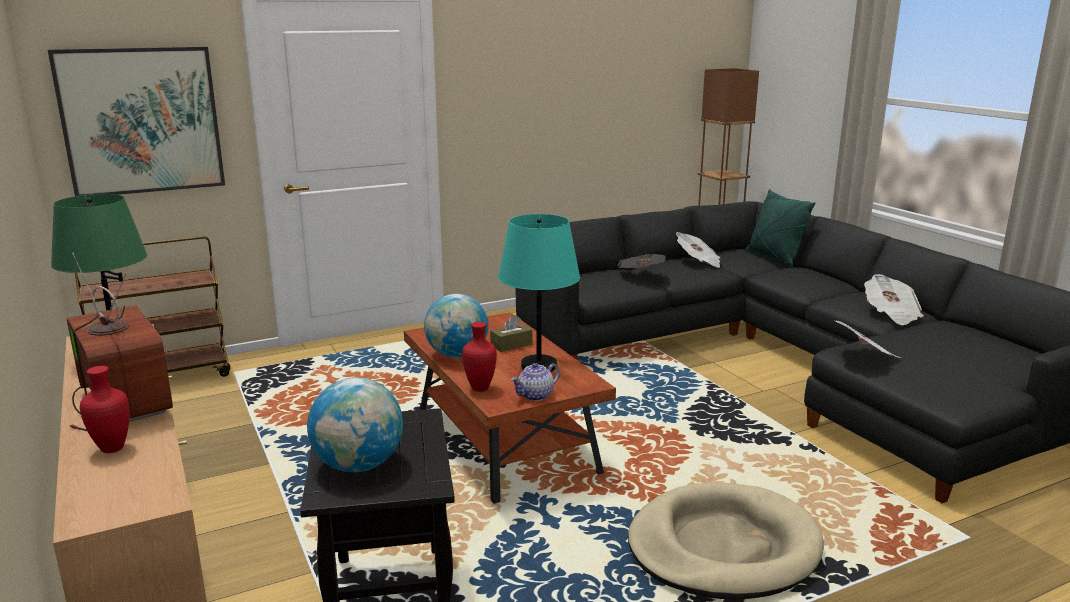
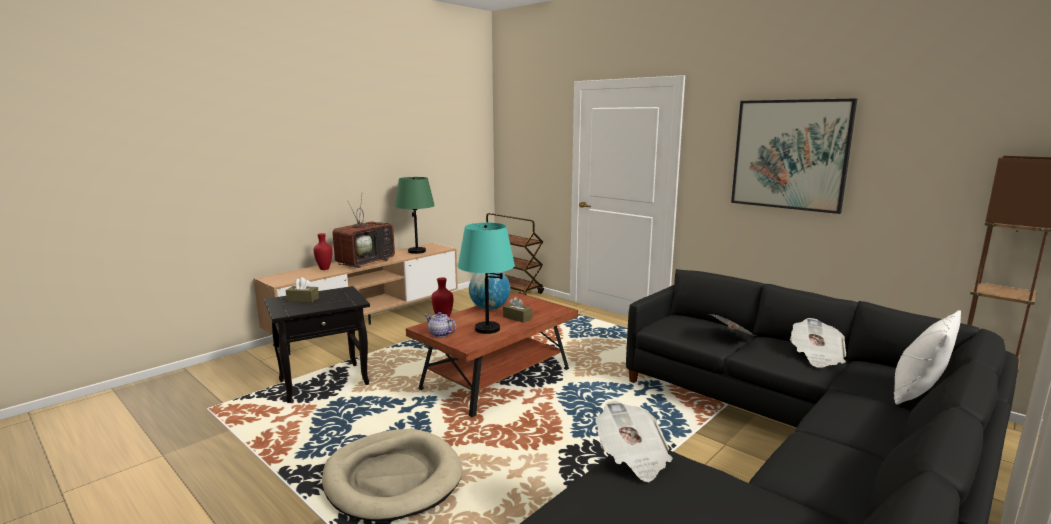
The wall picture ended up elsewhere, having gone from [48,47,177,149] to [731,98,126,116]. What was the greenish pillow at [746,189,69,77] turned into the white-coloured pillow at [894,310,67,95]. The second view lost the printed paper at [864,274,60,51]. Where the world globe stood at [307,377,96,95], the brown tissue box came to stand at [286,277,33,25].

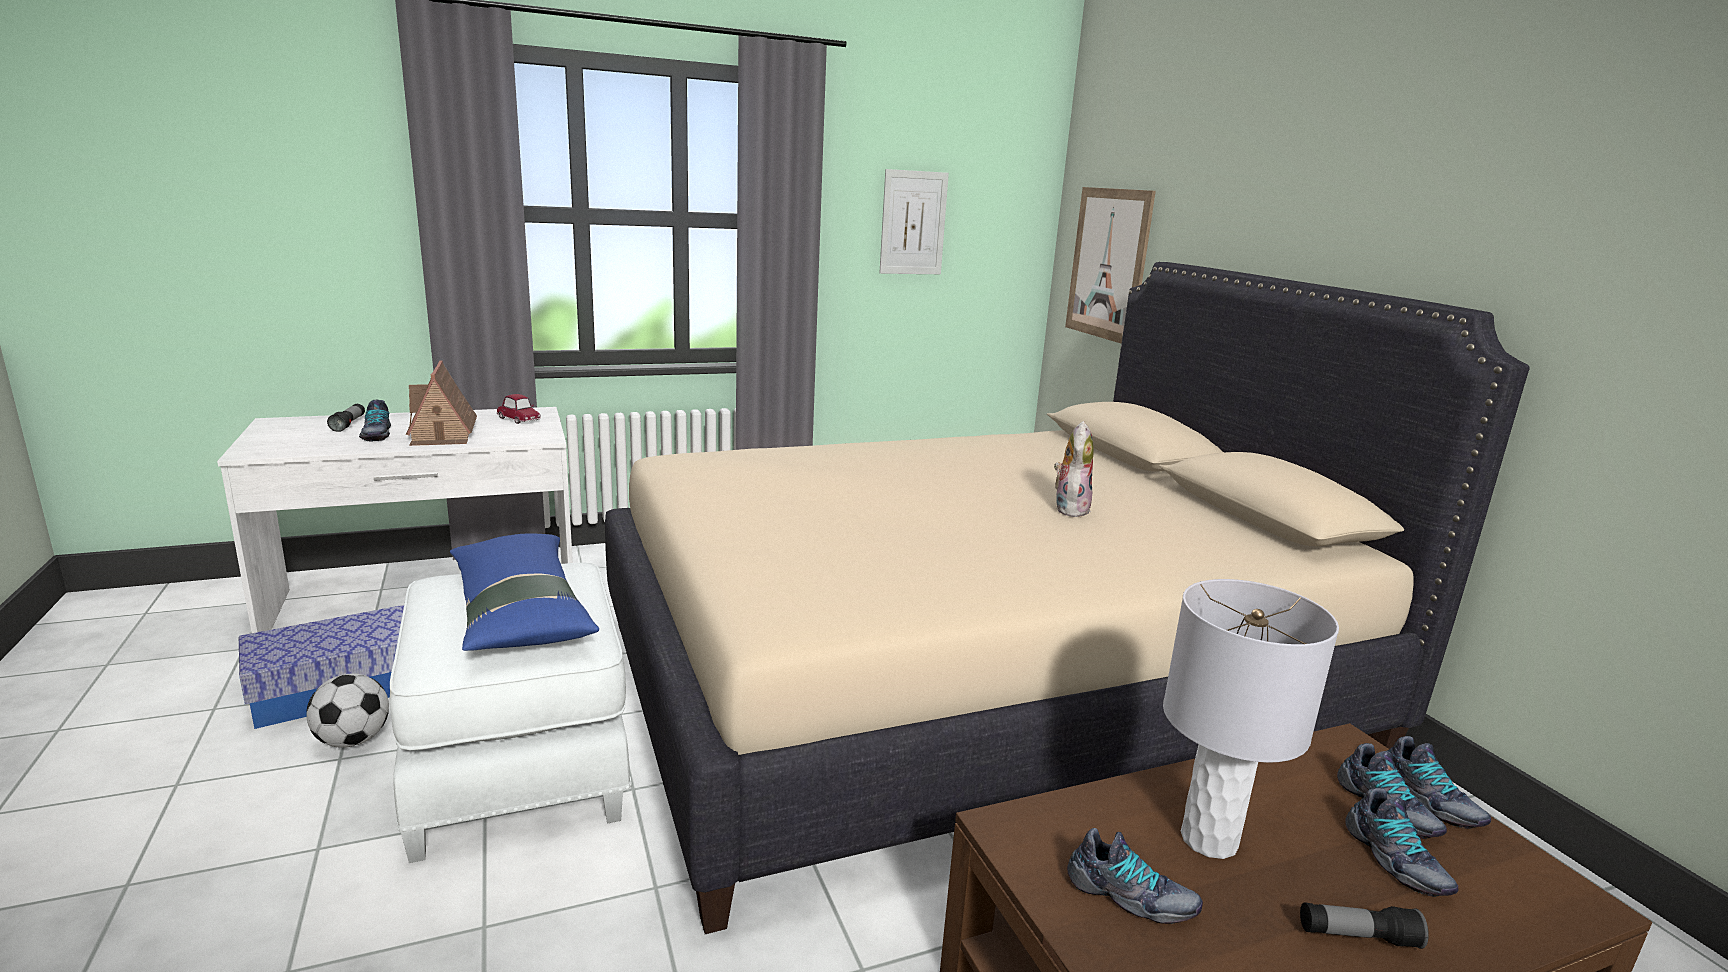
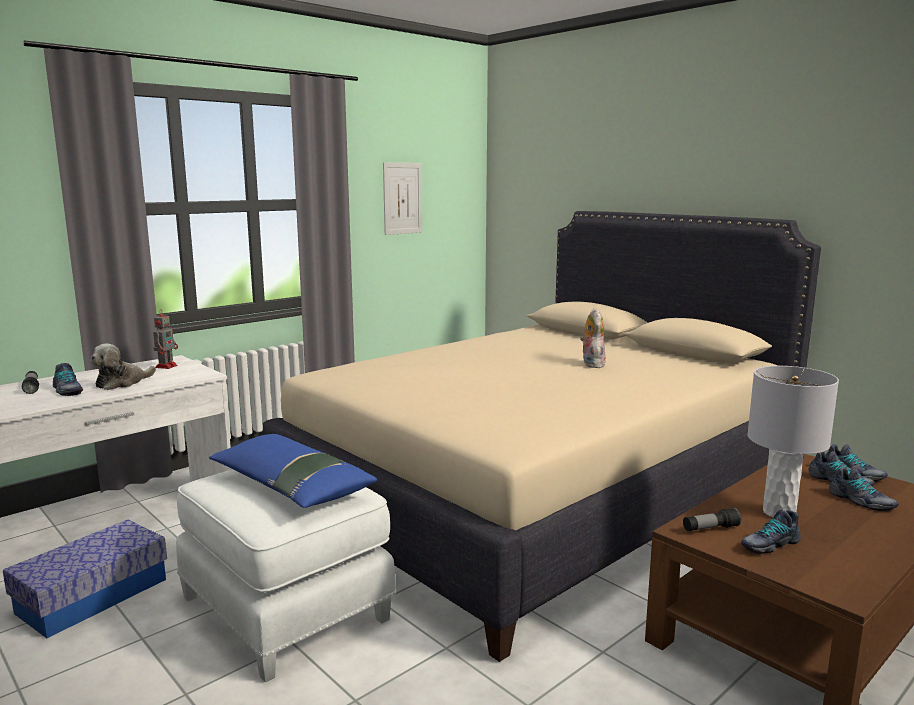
The second view lost the wall picture at [1065,187,91,157]. Where the model house stood at [406,361,71,85], the cuddly toy came to stand at [90,344,66,46]. Where the model car stood at [497,394,44,30], the toy robot came to stand at [153,309,25,60]. The second view lost the football ball at [306,673,83,75]. The item of footwear at [1067,828,136,96] ended up facing another way, 150 degrees clockwise from before. The torch ended up elsewhere, having gone from [1300,902,129,47] to [683,508,58,23].

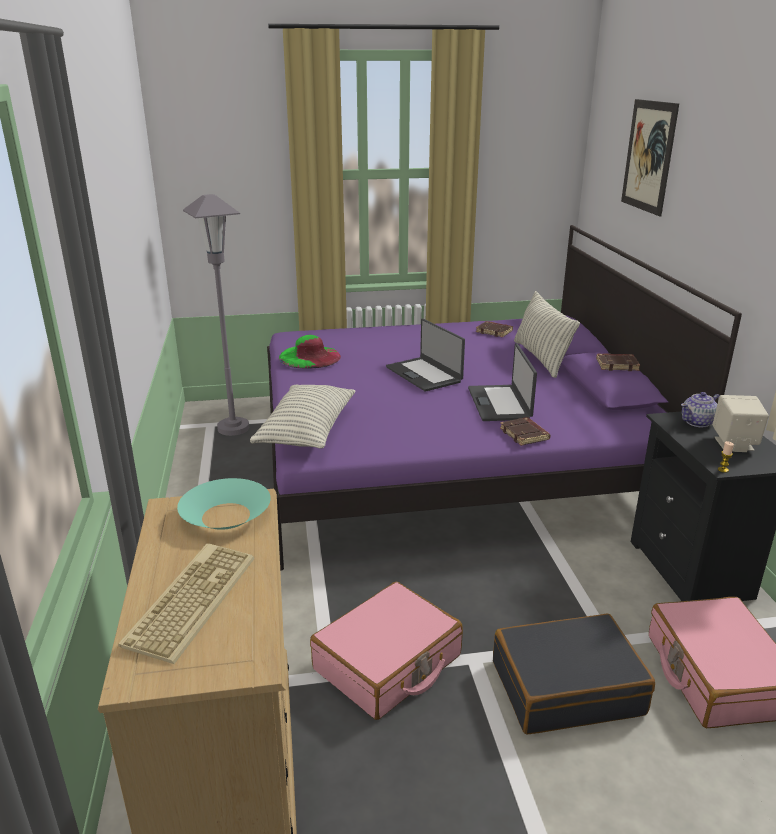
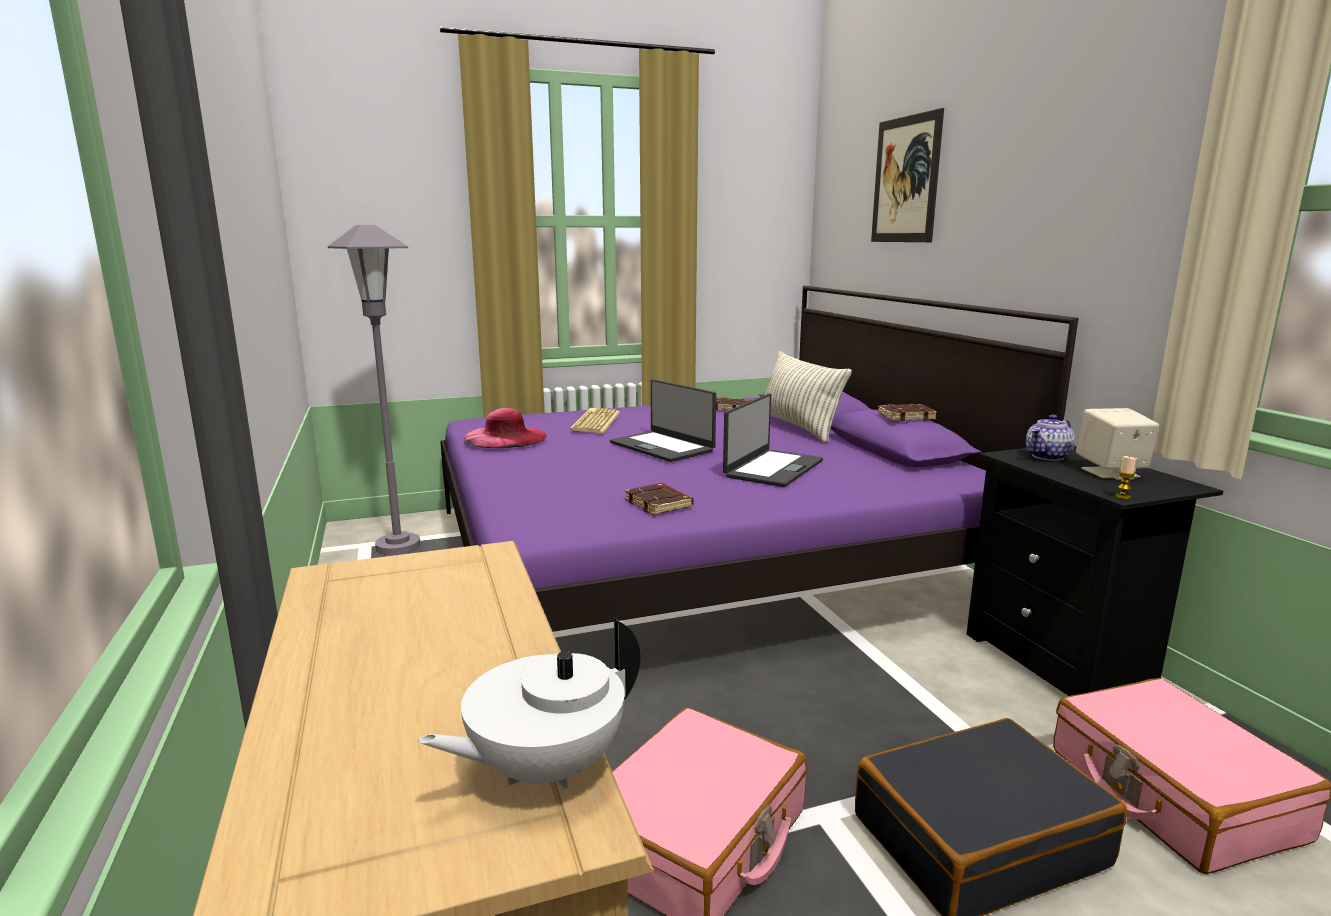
What was the greenish wearable hat at [279,335,62,34] turned into the pink-coloured wearable hat at [463,408,84,40]. The portable computer at [468,343,69,78] ended up facing another way, 135 degrees counterclockwise from before. The second view lost the pillow at [250,385,105,64]. The brown volume ended up elsewhere, having gone from [500,417,50,29] to [624,483,70,32]. The second view lost the blue-green bowl at [177,478,94,52]. The keyboard ended up elsewhere, having gone from [118,543,137,121] to [570,408,50,26]. The second view gained the white-coloured pot for tea at [418,619,222,170].

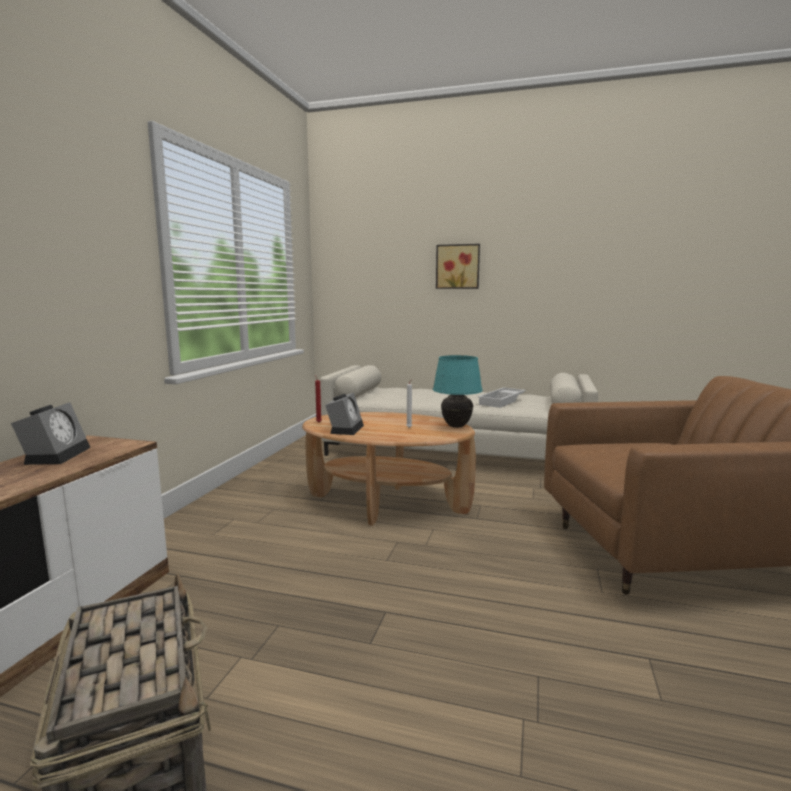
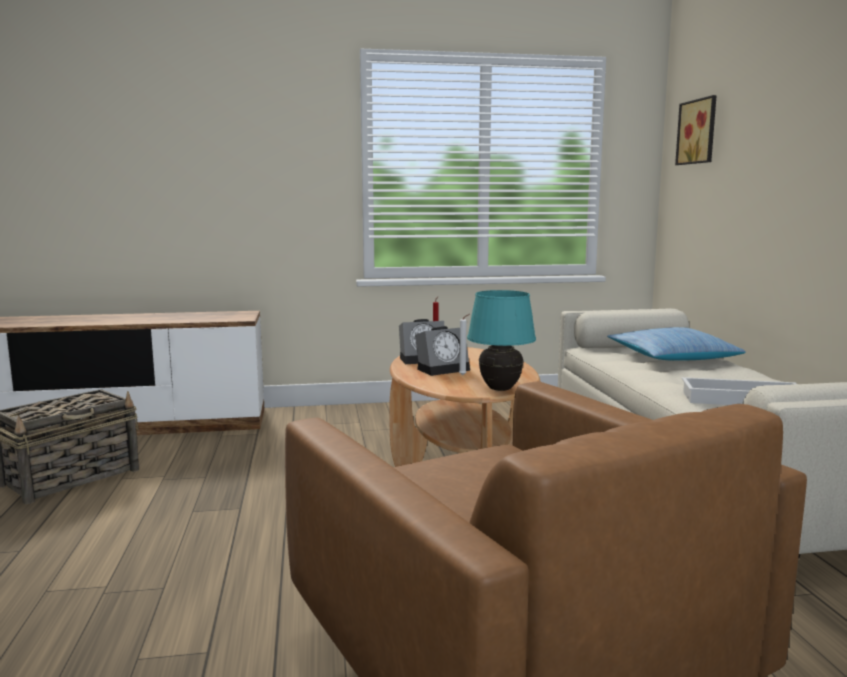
The wall picture ended up elsewhere, having gone from [436,244,44,45] to [675,95,42,70]. The alarm clock ended up elsewhere, having gone from [11,402,79,63] to [415,326,55,50]. The second view gained the pillow at [607,327,139,34].

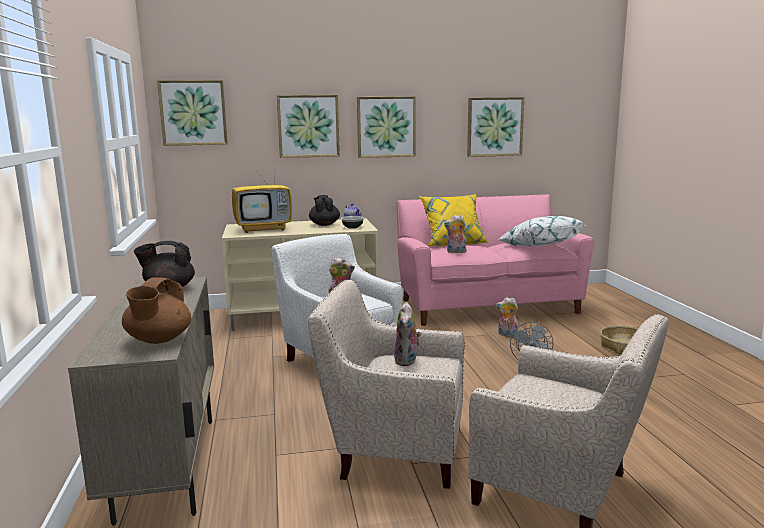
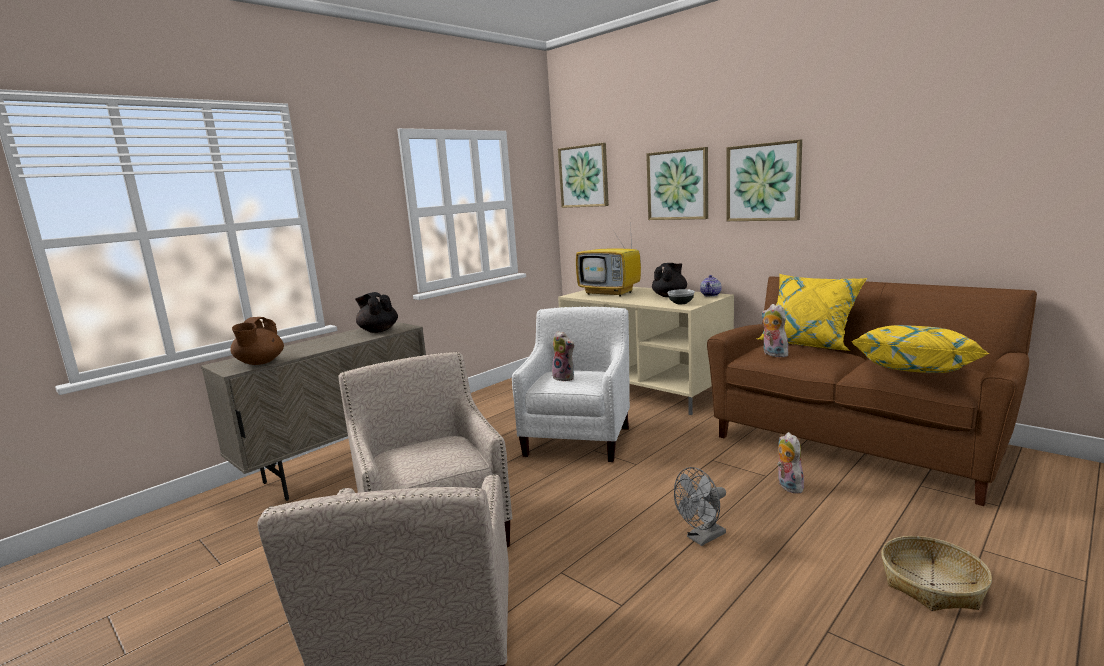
The second view lost the wall picture at [467,97,57,60]. What was the pink-coloured couch at [397,194,197,132] turned into the brown couch at [707,276,330,230]. What was the white-coloured pillow at [498,216,88,30] turned into the yellow pillow at [851,325,139,48]. The brown pot for tea at [122,277,69,67] ended up facing another way, 60 degrees counterclockwise from before. The second view lost the cuddly toy at [394,302,27,64].

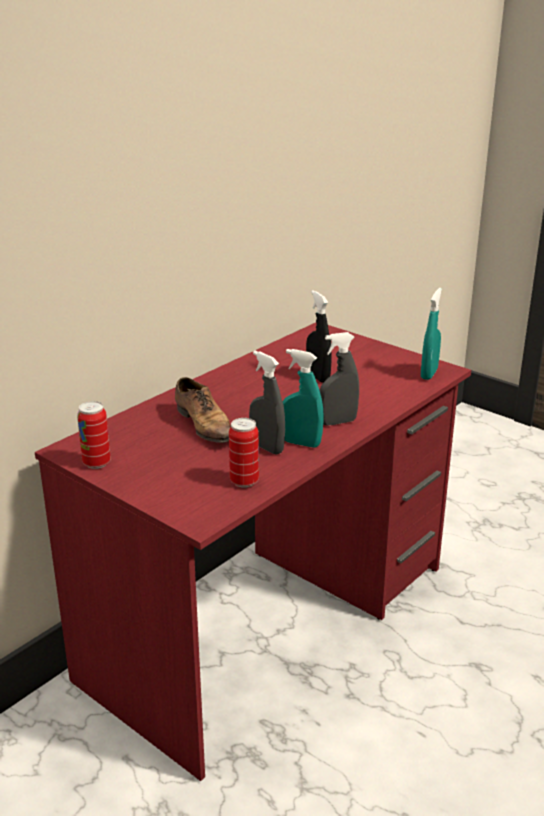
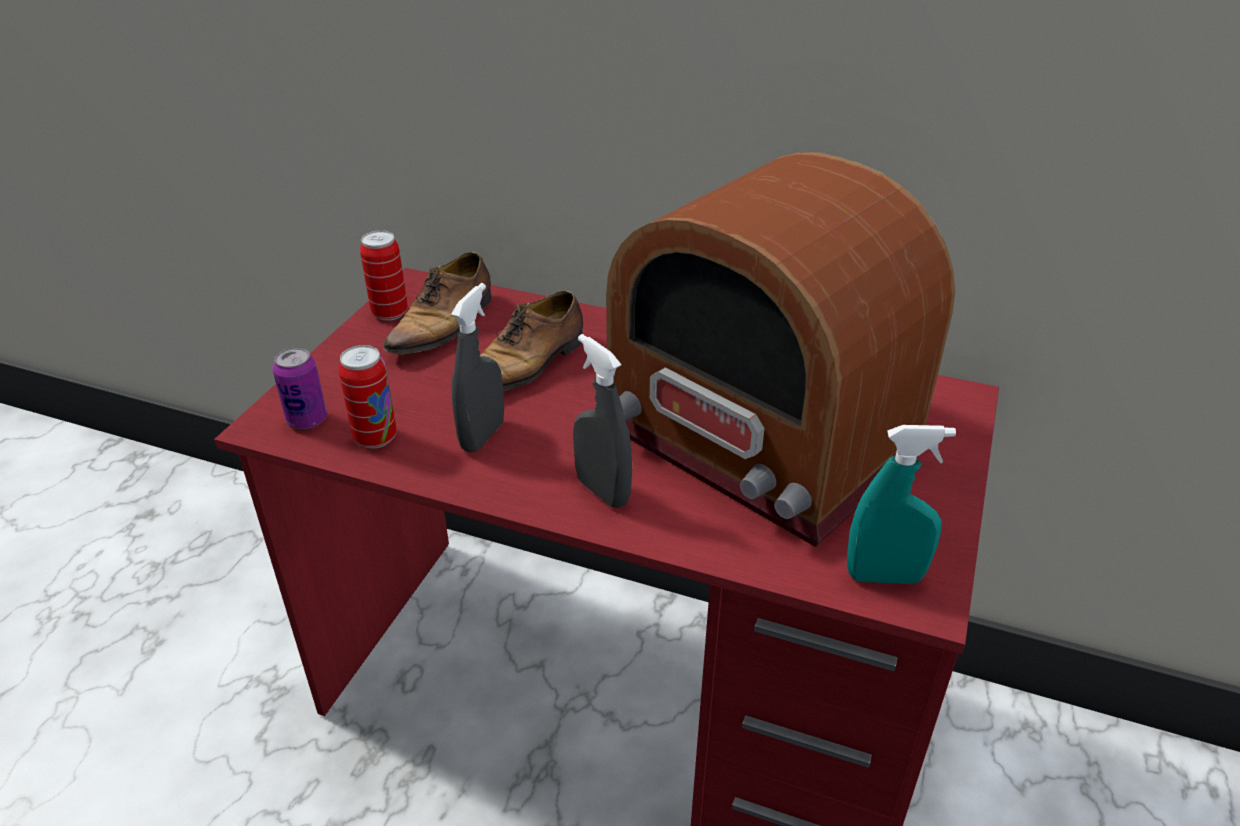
Where the blackish sprayer stood at [306,290,26,93], the radio receiver came to stand at [606,152,349,395]. The second view lost the blue-green sprayer at [282,349,42,99]. The second view gained the item of footwear at [383,252,109,112]. The second view gained the metal can at [273,347,54,82].

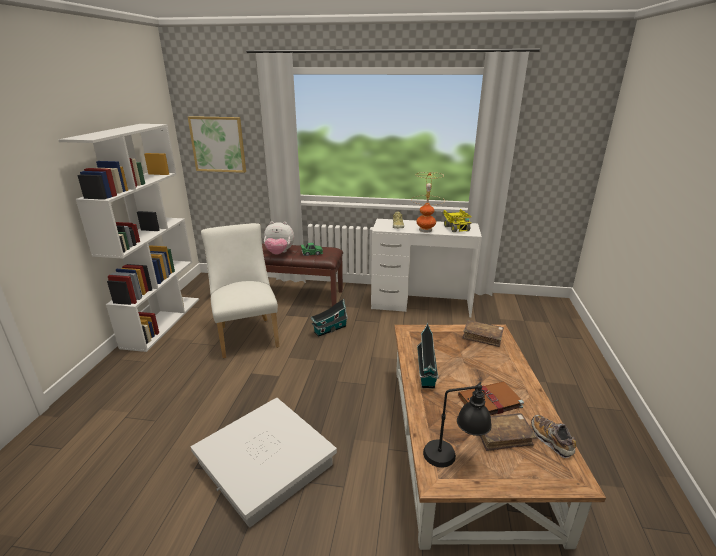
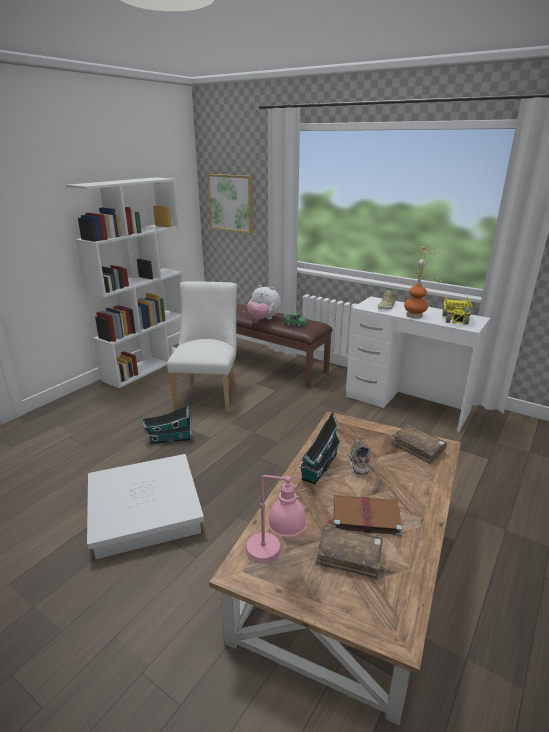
The model house ended up elsewhere, having gone from [311,298,37,38] to [141,406,51,38]. What was the blackish lamp for a table at [423,382,69,86] turned into the pink-coloured lamp for a table at [245,475,62,89]. The item of footwear ended up elsewhere, having gone from [531,415,45,43] to [348,440,22,35].

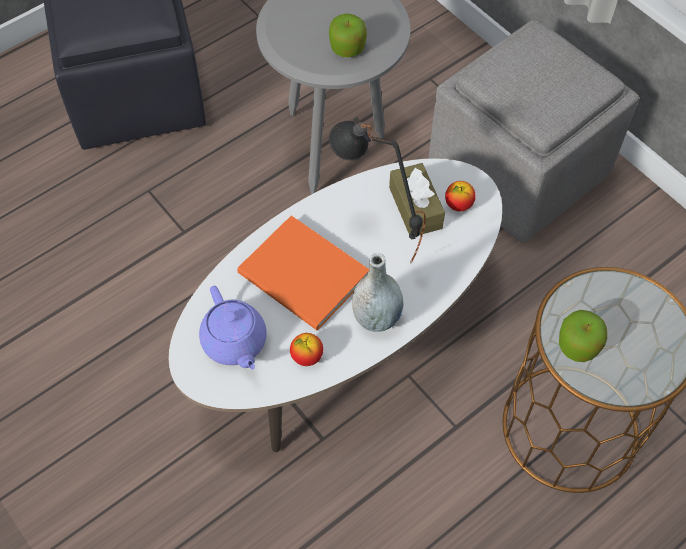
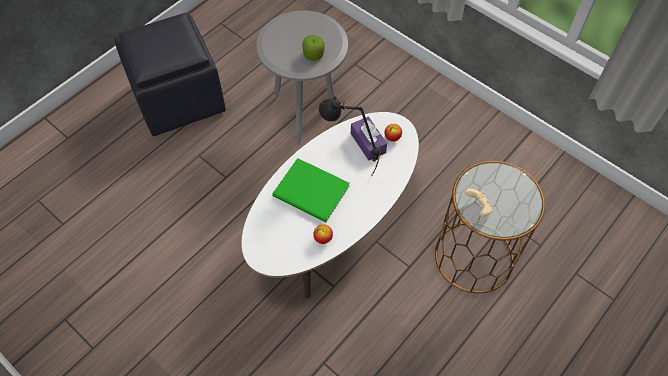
The second view lost the grey ottoman at [428,20,211,223]. What was the brown tissue box at [389,163,56,72] turned into the purplish tissue box at [351,117,36,43]. What was the orange-coloured volume at [237,216,132,114] turned into the greenish volume at [272,158,78,64]. The second view lost the grey flower vase at [352,253,51,79]. The second view lost the purplish pot for tea at [199,286,68,84]. Where the apple stood at [559,310,48,52], the beige gamepad came to stand at [465,188,28,29].

